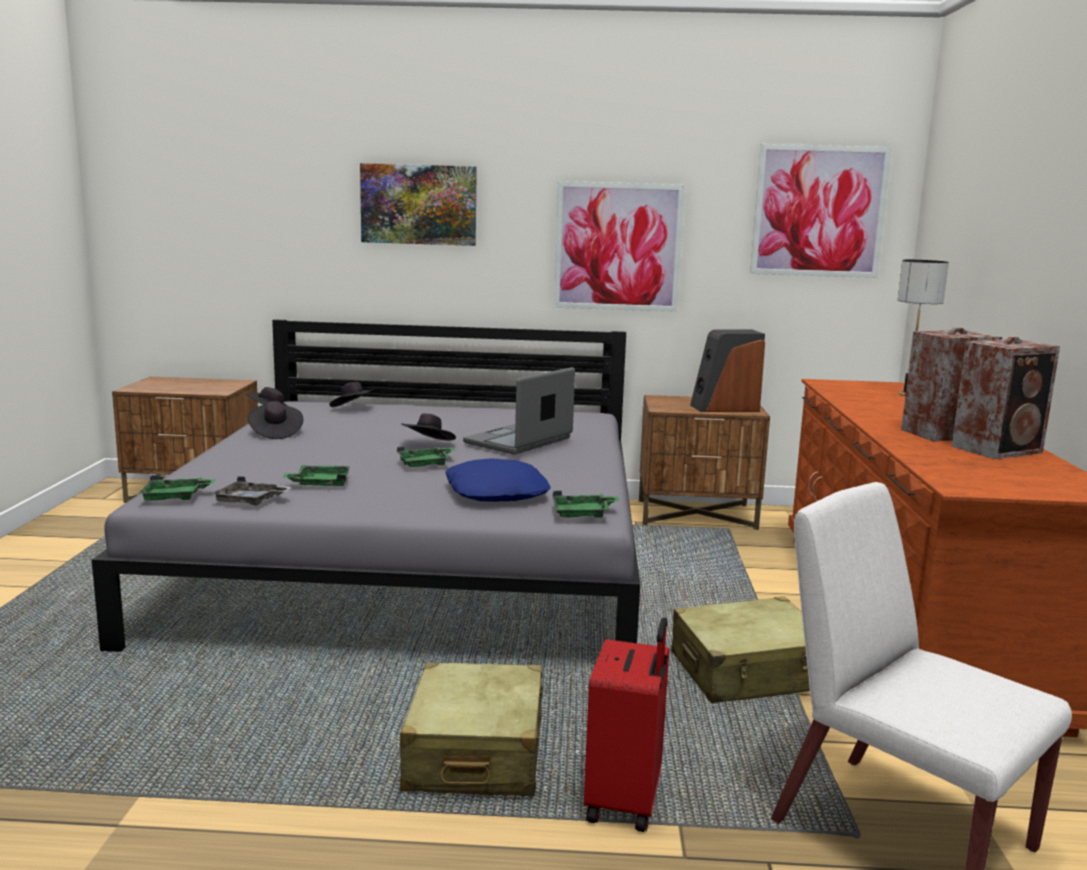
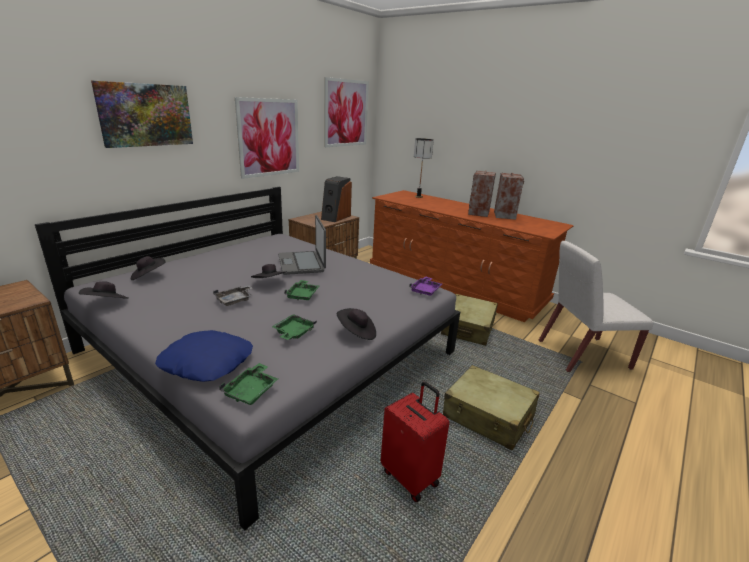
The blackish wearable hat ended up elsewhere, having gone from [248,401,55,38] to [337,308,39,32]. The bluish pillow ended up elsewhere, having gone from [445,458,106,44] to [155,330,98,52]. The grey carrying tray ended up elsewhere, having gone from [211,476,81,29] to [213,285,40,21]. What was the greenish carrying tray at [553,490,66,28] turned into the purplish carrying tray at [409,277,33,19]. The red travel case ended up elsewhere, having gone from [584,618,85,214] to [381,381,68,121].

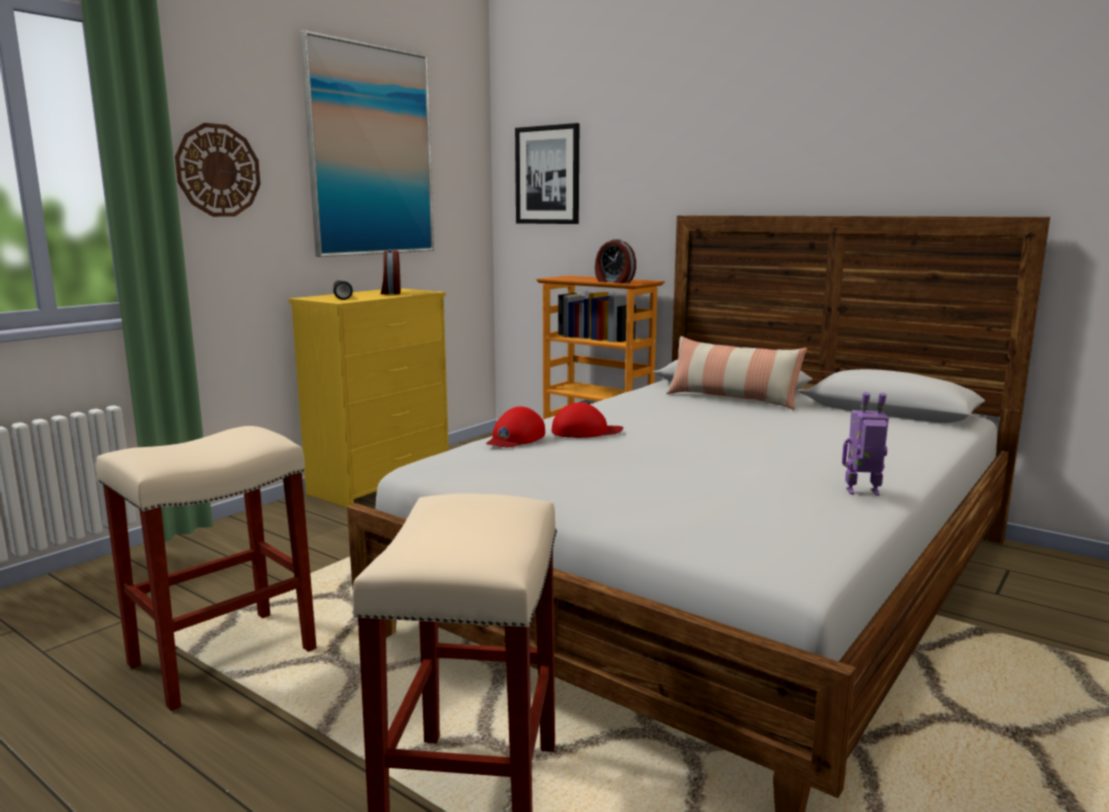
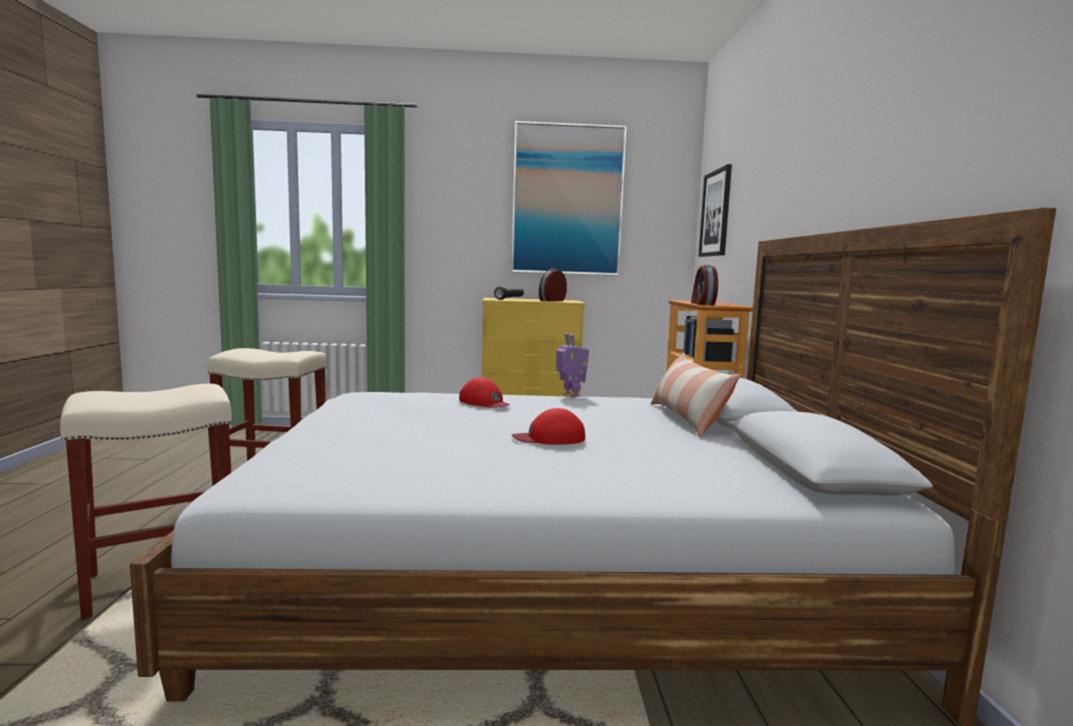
The second view lost the hanging clock at [175,123,86,94]. The toy robot ended up elsewhere, having gone from [842,392,47,104] to [556,333,33,64]. The red peaked cap ended up elsewhere, having gone from [486,407,59,40] to [512,408,73,36].

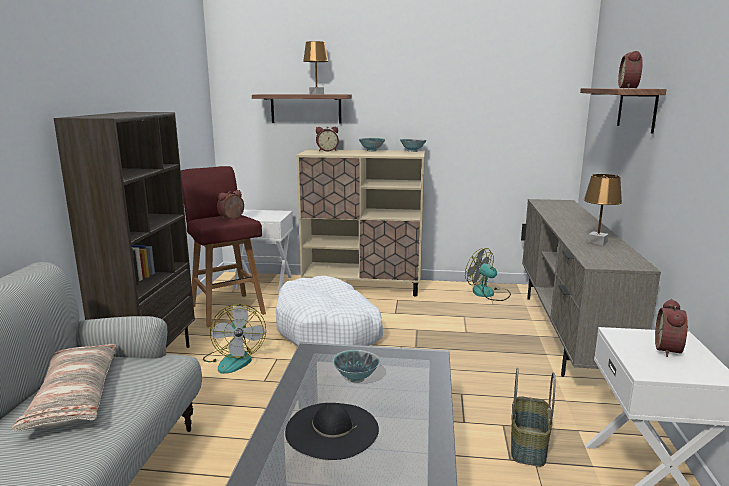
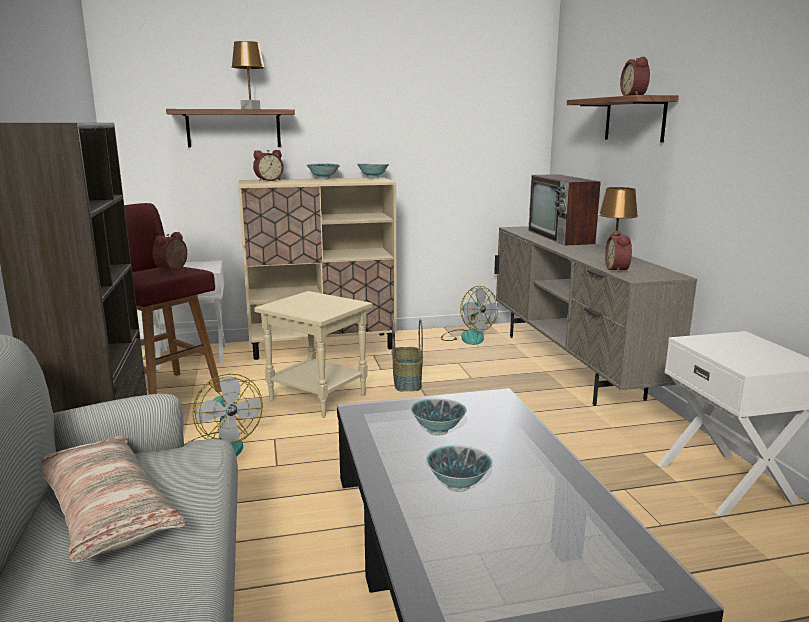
The cooling fan at [465,248,46,53] ended up facing another way, 150 degrees counterclockwise from before. Where the white-coloured pet bed stood at [275,276,108,70], the beige accent table came to stand at [254,291,119,127]. The alarm clock ended up elsewhere, having gone from [655,299,33,58] to [605,230,27,43]. The household basket ended up elsewhere, having gone from [511,368,44,99] to [392,319,31,72]. Where the blackish wearable hat stood at [285,403,94,57], the bowl came to stand at [426,445,67,46]. The second view gained the TV set at [528,174,73,72].

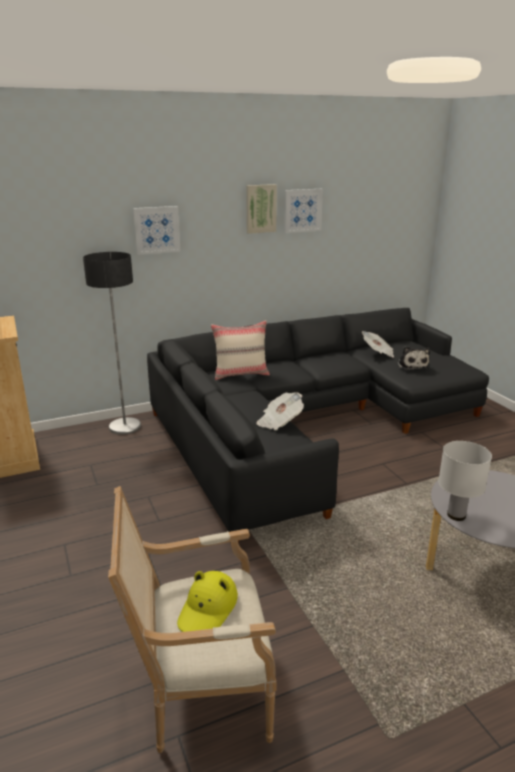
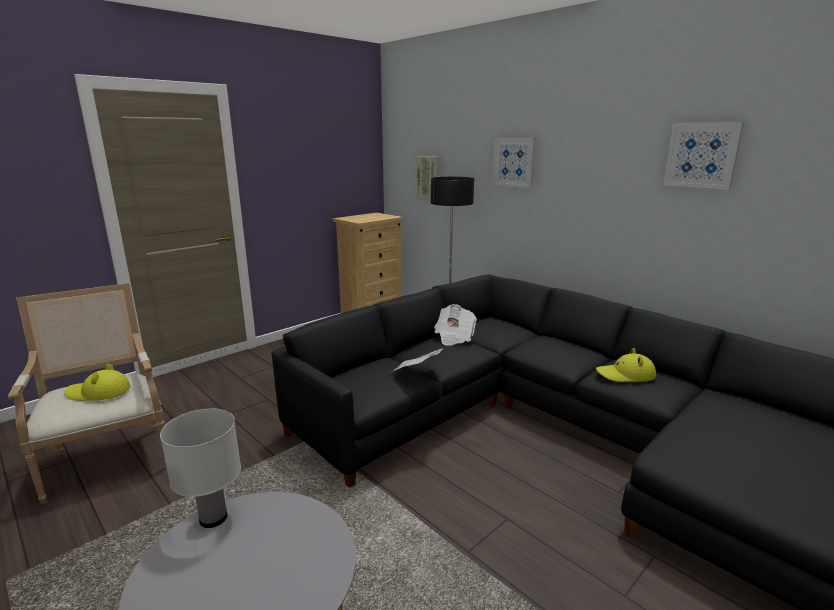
The wall picture ended up elsewhere, having gone from [246,184,31,50] to [416,156,24,45]. The second view lost the beige pillow at [211,321,59,59]. The printed paper ended up elsewhere, having gone from [362,331,32,26] to [434,304,43,42]. The second view lost the cuddly toy at [397,346,33,24]. The second view gained the yellow wearable hat at [596,348,60,34].

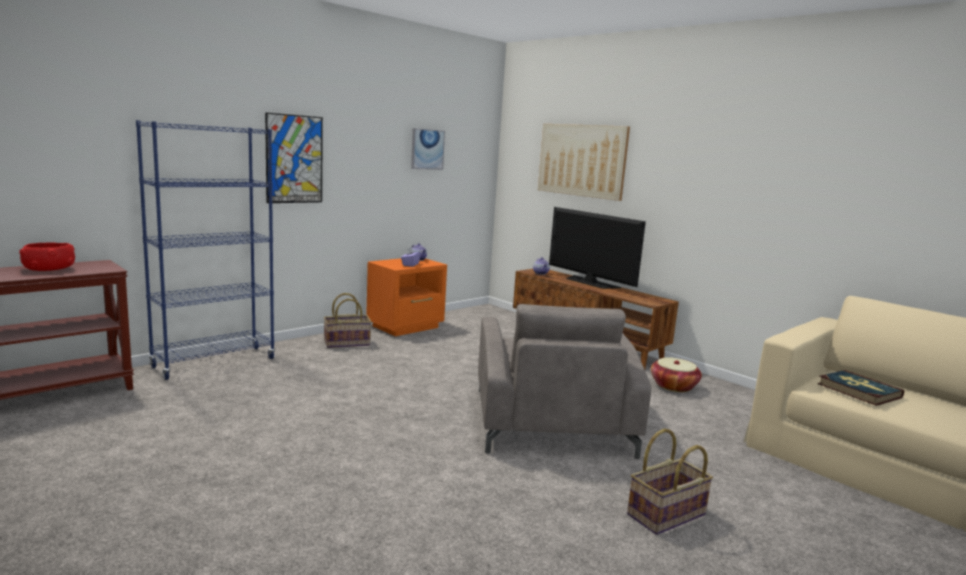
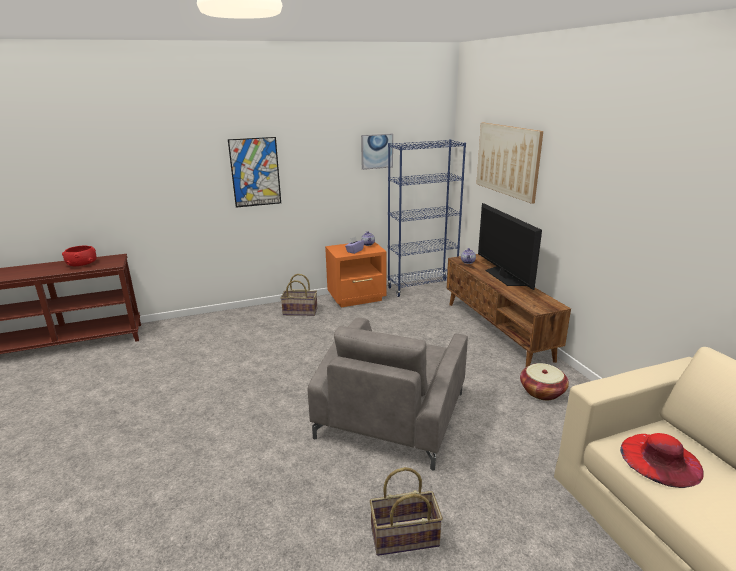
The bluish bookshelf ended up elsewhere, having gone from [136,120,139,260] to [387,139,79,158]. Where the volume stood at [818,370,86,36], the red wearable hat came to stand at [620,433,84,55].

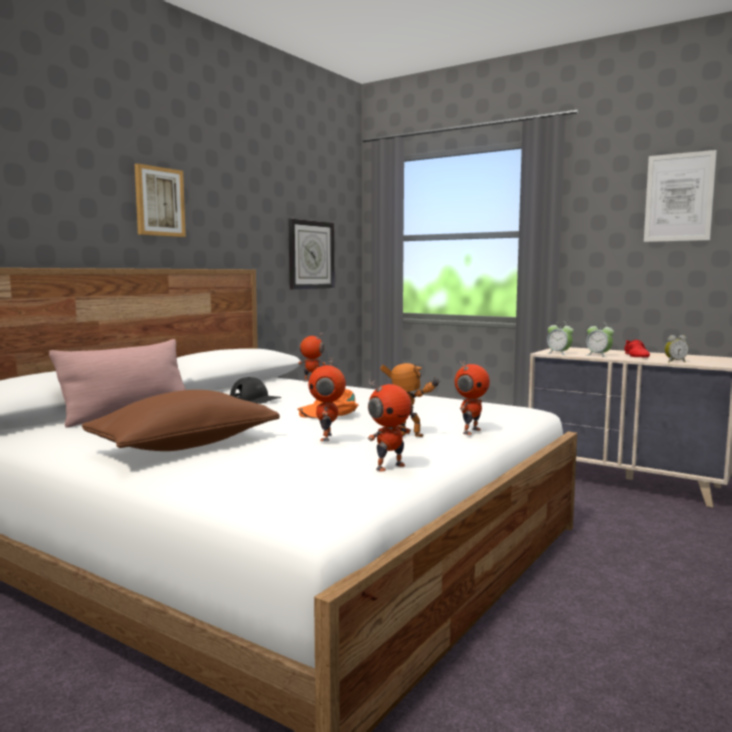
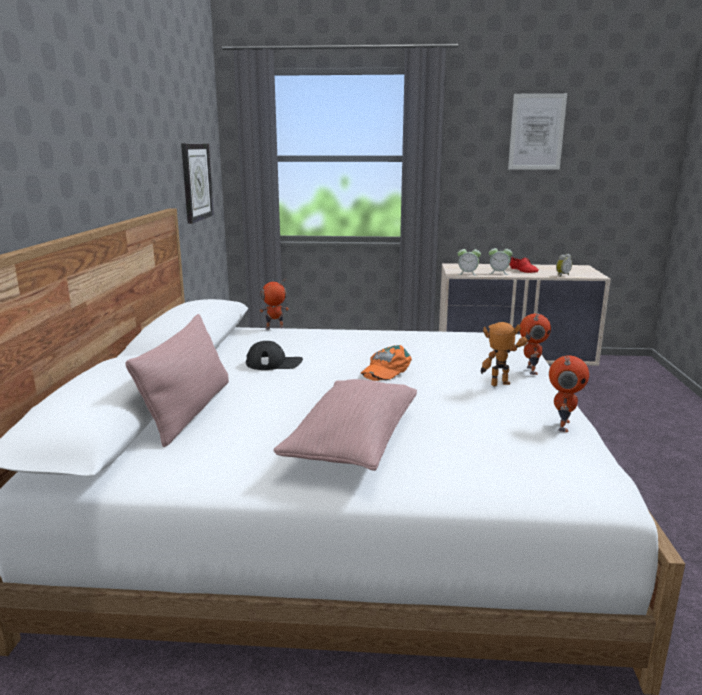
The second view lost the wall picture at [135,164,51,73]. The second view lost the toy robot at [308,357,38,85]. What was the brown pillow at [82,390,198,61] turned into the pink-coloured pillow at [273,379,144,92].

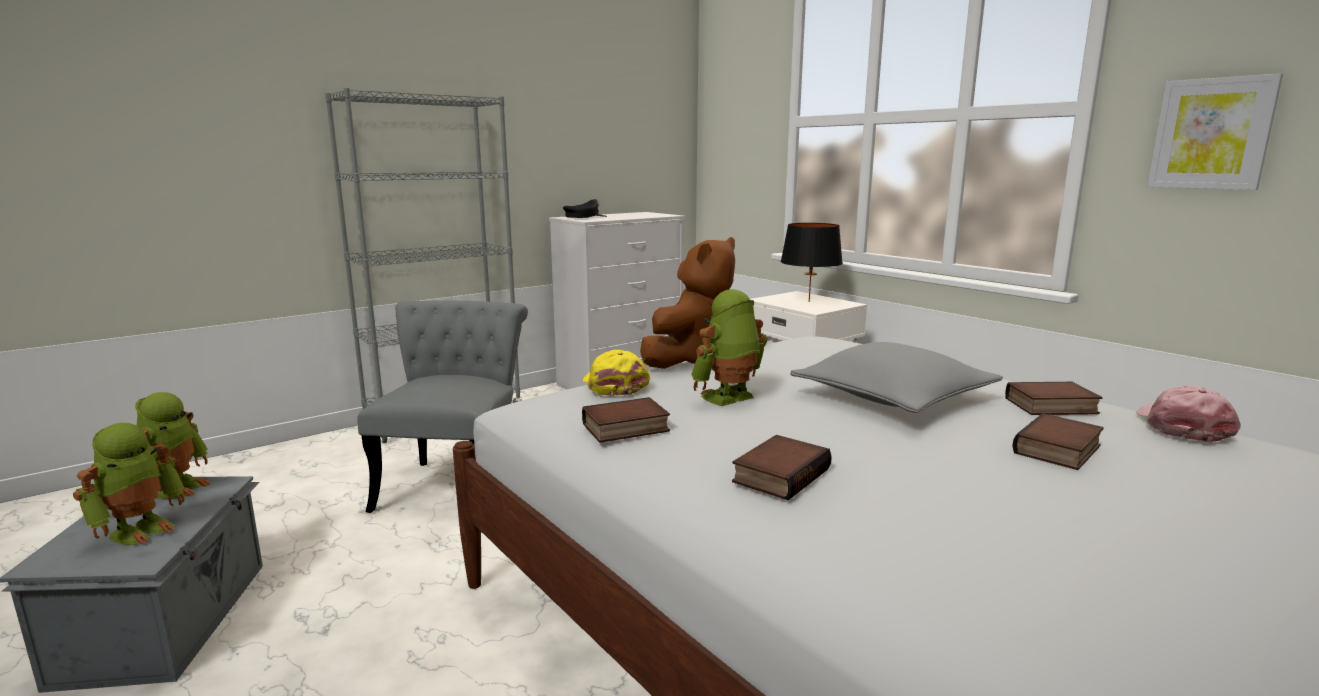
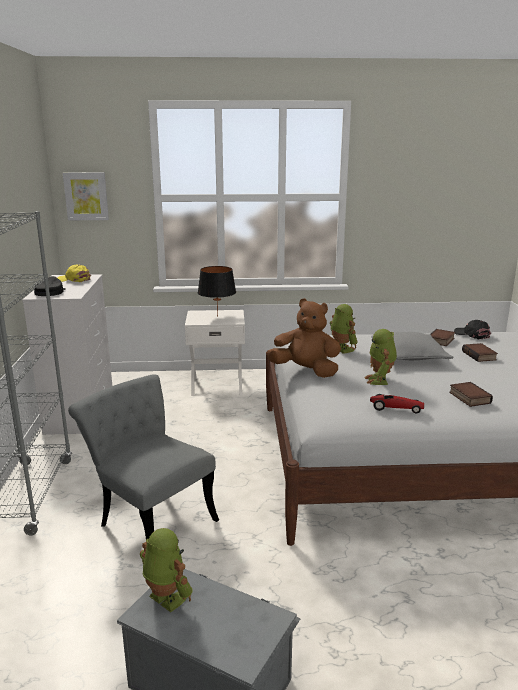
The wall picture ended up elsewhere, having gone from [1147,73,136,117] to [63,172,46,48]. The brown cuddly toy at [640,237,95,132] ended up facing another way, 45 degrees counterclockwise from before. The yellow peaked cap ended up elsewhere, having gone from [583,350,67,46] to [57,265,34,17]. What was the pink-coloured peaked cap at [1136,385,105,58] turned into the blackish peaked cap at [454,320,37,19]. Where the volume stood at [582,397,88,46], the model car came to stand at [370,394,54,19]. The toy robot ended up elsewhere, having gone from [73,423,112,122] to [330,304,28,50].

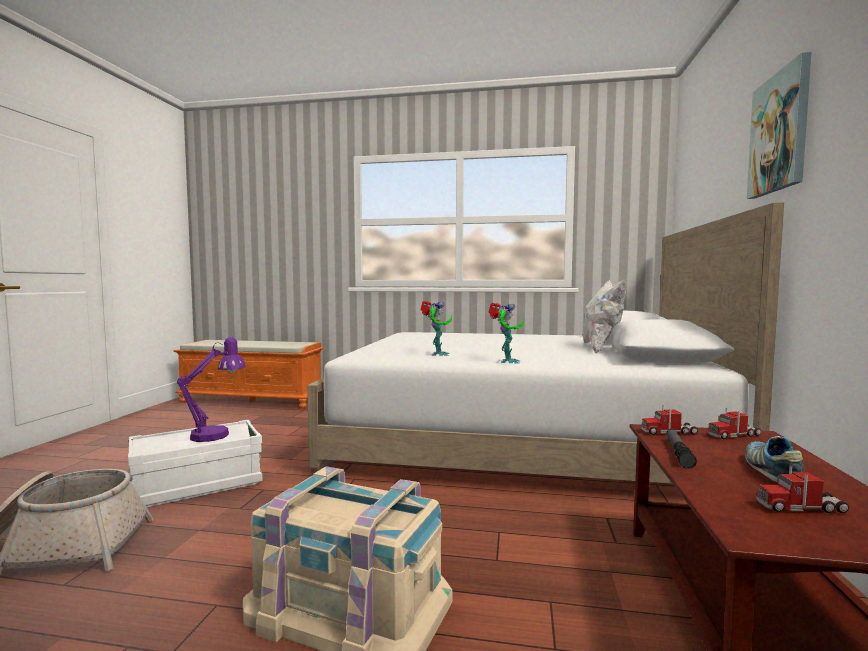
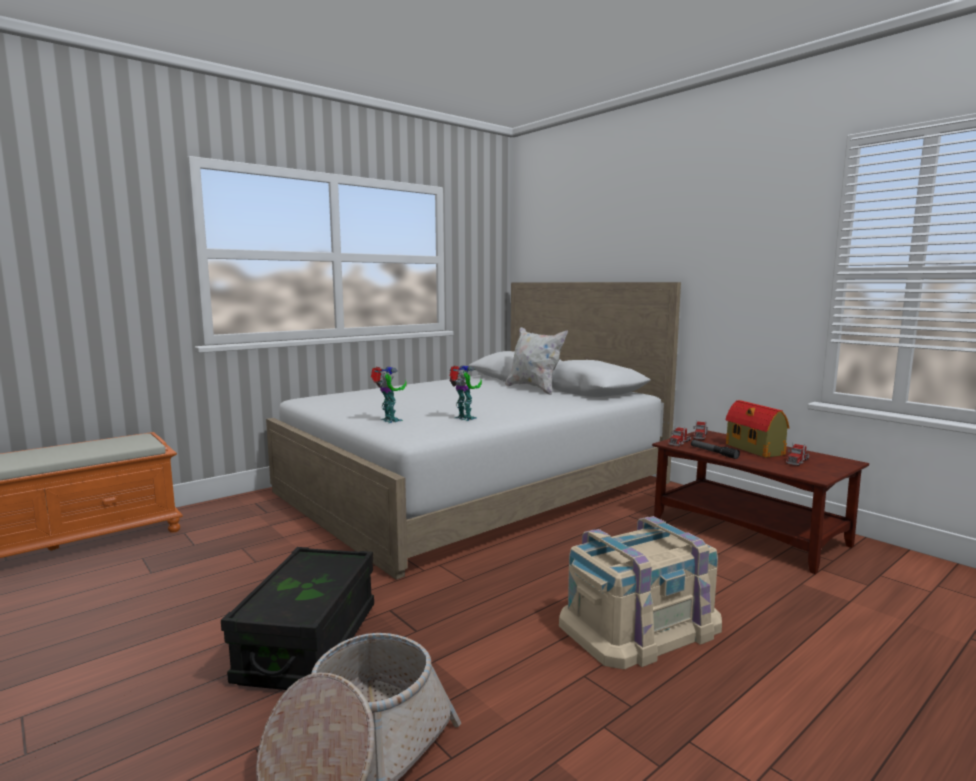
The second view lost the wall picture at [747,52,64,147]. The toy robot ended up elsewhere, having gone from [488,303,36,60] to [371,366,36,57]. The second view lost the purplish lamp for a table at [177,337,69,105]. What was the white-coloured storage box at [128,420,134,87] turned into the blackish storage box at [221,547,153,143]. Where the item of footwear stood at [745,436,59,47], the model house came to stand at [725,400,65,58].

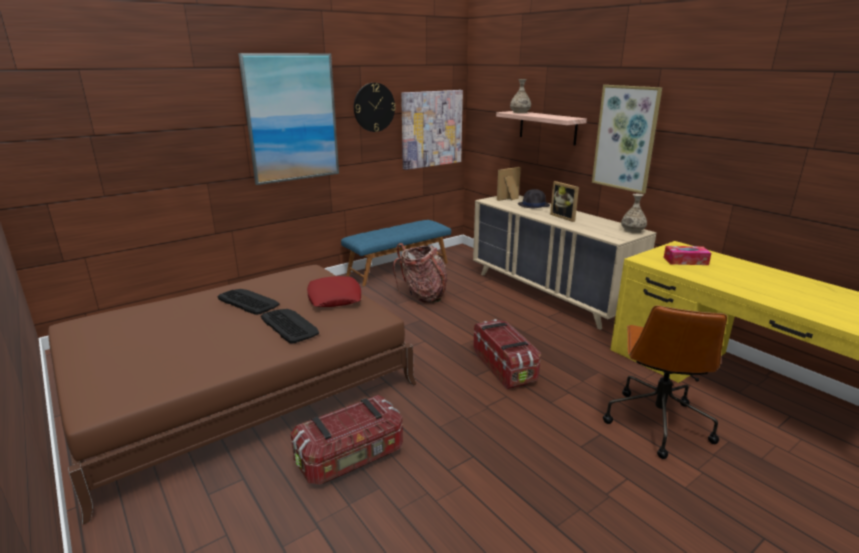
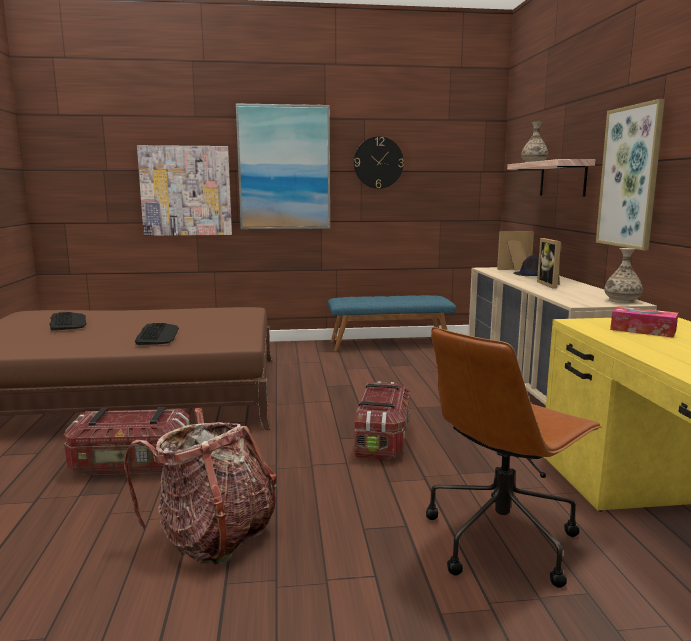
The wall picture ended up elsewhere, having gone from [401,90,62,80] to [137,145,95,91]. The backpack ended up elsewhere, having gone from [393,243,54,60] to [124,408,153,156]. The second view lost the red pillow at [307,276,54,31]. The keyboard ended up elsewhere, having gone from [217,289,63,26] to [50,312,37,19].

